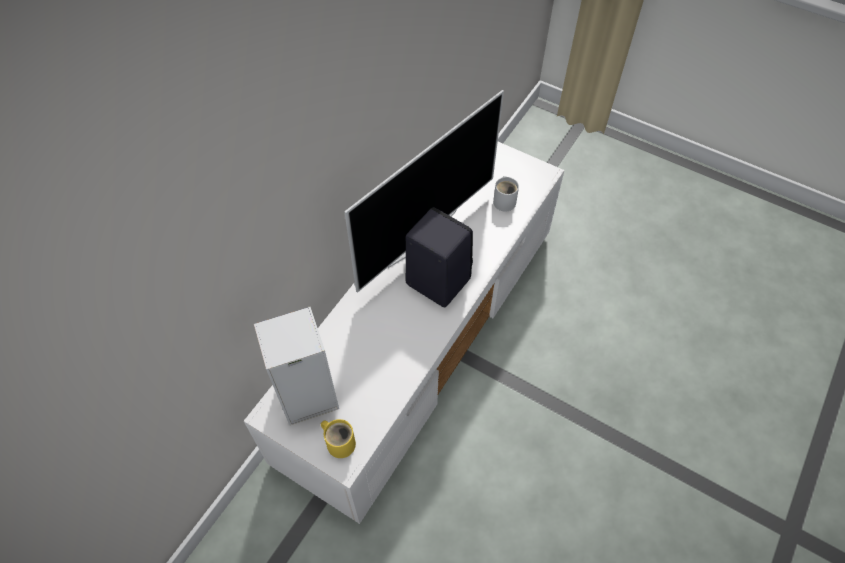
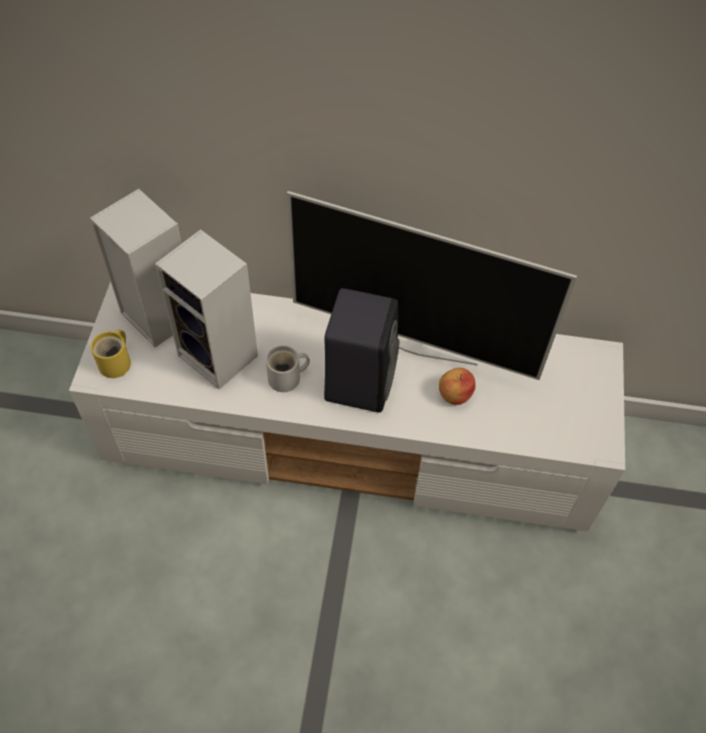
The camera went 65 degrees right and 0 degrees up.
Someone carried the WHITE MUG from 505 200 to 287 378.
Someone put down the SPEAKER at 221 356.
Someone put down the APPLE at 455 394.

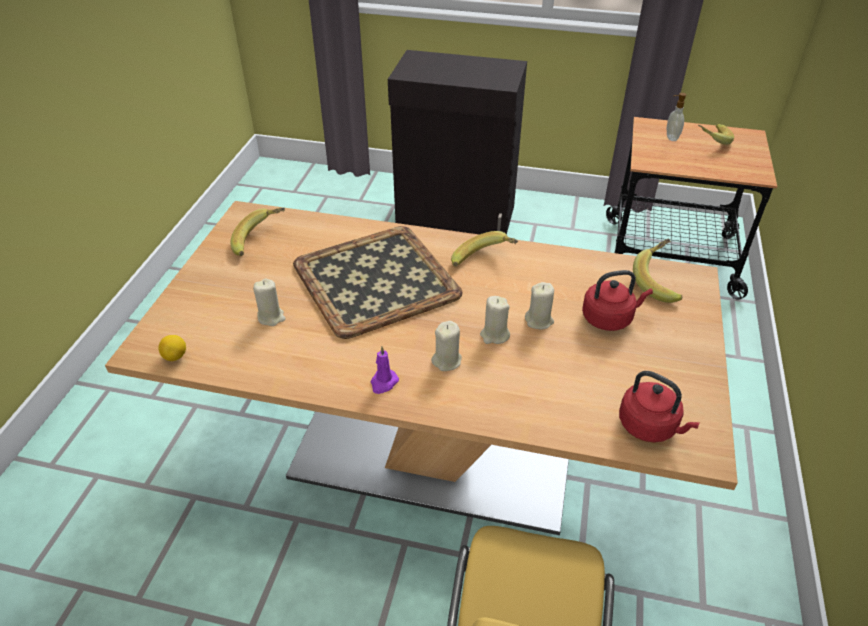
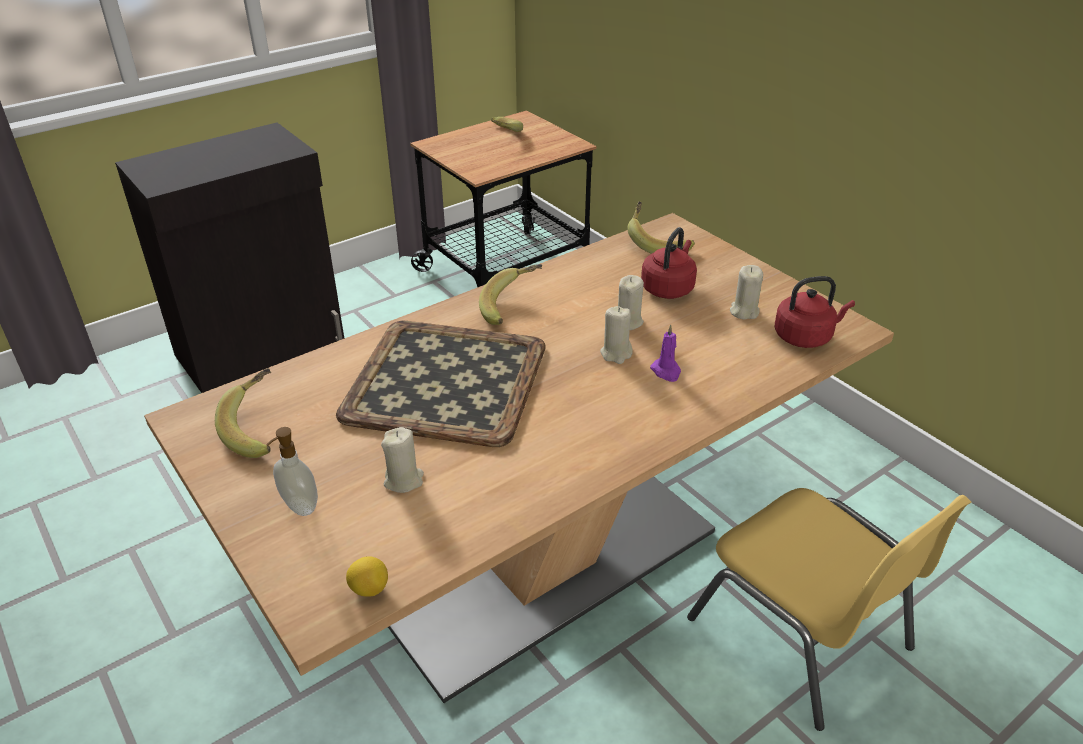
The camera went 50 degrees left and 5 degrees down.
Someone carried the SOAP DISPENSER from 671 137 to 299 507.
Someone carried the BEIGE CANDLE from 447 361 to 744 311.
Someone carried the PURPLE CANDLE from 383 383 to 666 371.

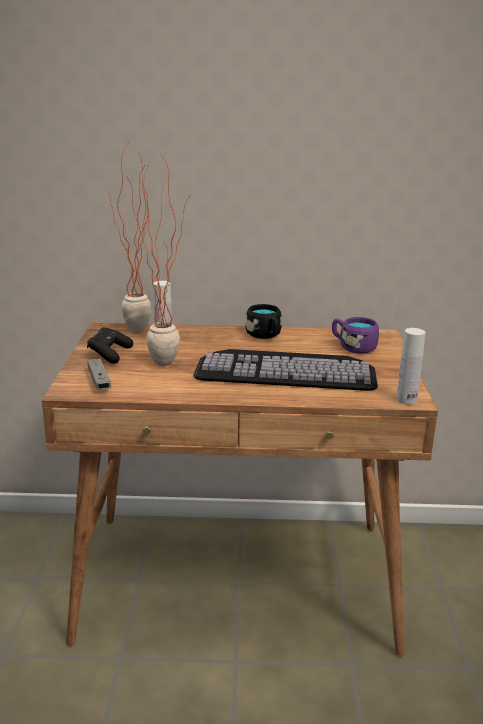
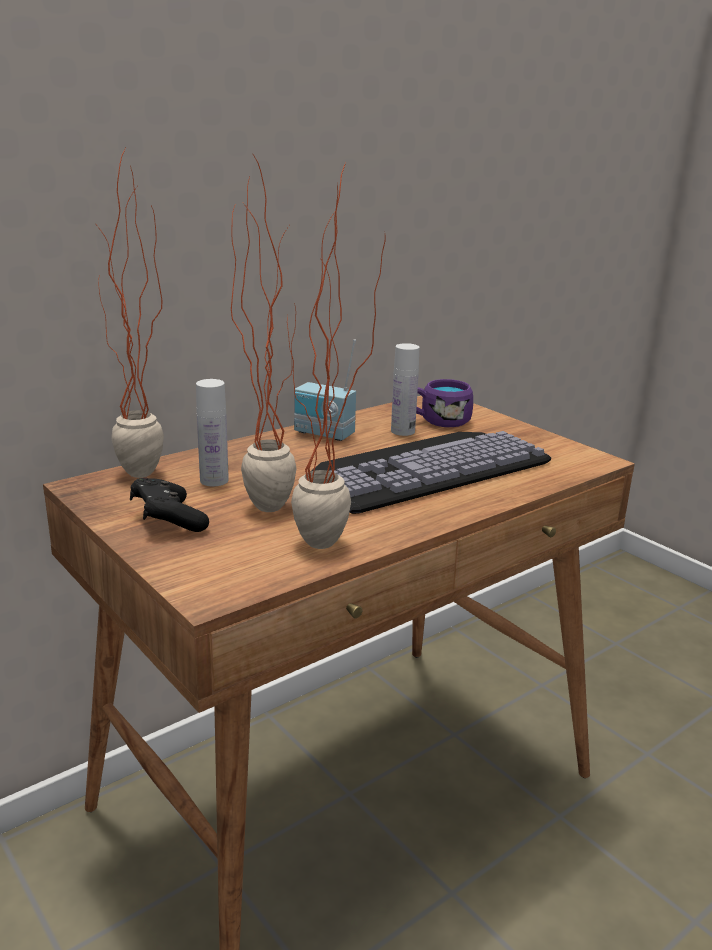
The camera went 40 degrees left and 0 degrees up.
Someone swapped the BLACK MUG at 265 335 for the RADIO at 323 434.
Someone carried the WHITE BOTTLE from 406 400 to 402 431.
Someone took away the GREY GAME CONTROLLER at 99 381.
Someone put down the POTTED PLANT at 328 552.

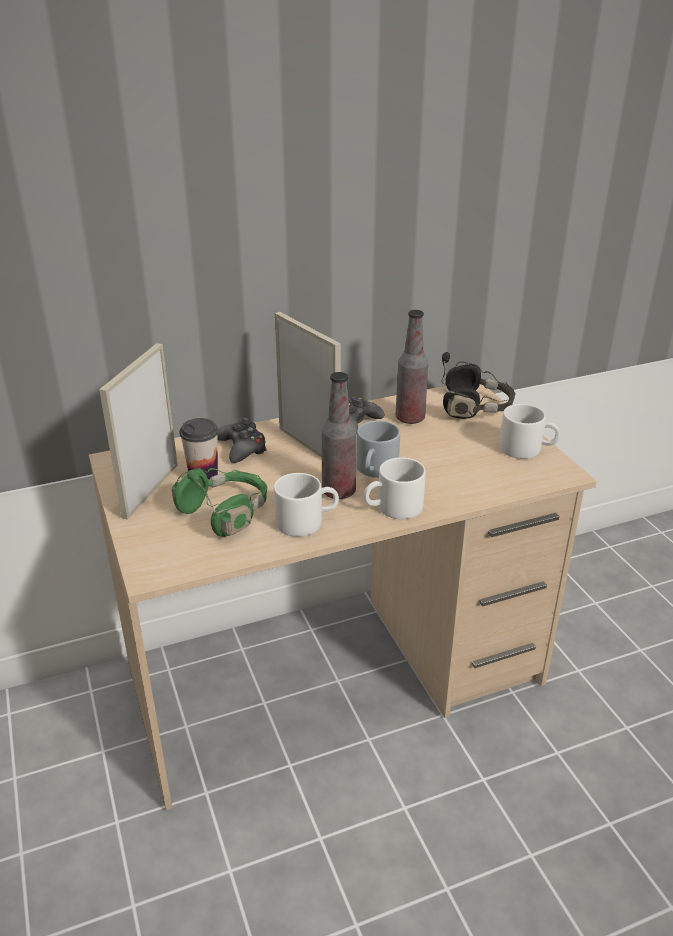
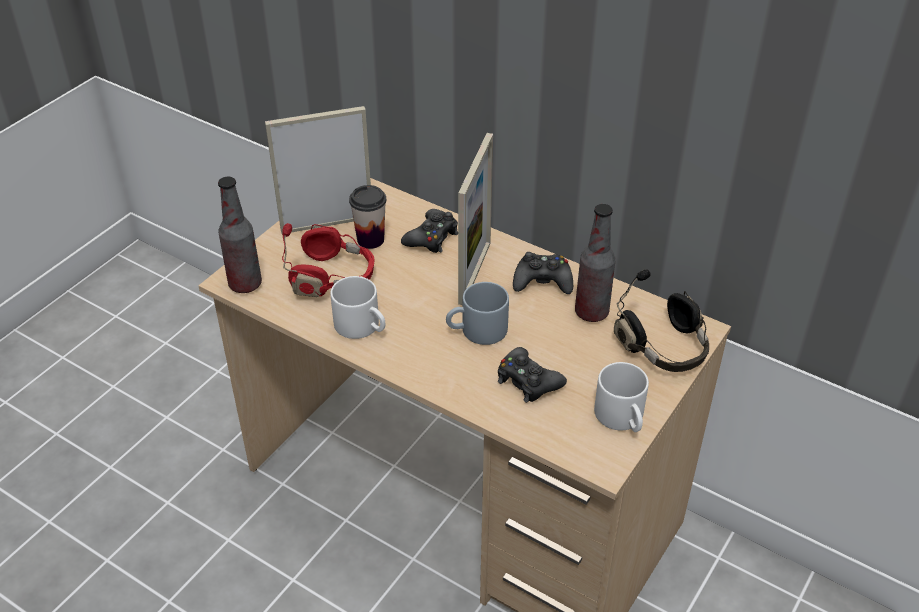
The camera went 55 degrees right and 10 degrees up.
Someone carried the BOTTLE from 338 492 to 245 284.
Someone took away the WHITE MUG at 393 508.
Someone repainted the GREEN HEADPHONES at 225 513, which became the RED HEADPHONES at 333 278.
Someone put down the BLACK GAME CONTROLLER at 528 381.

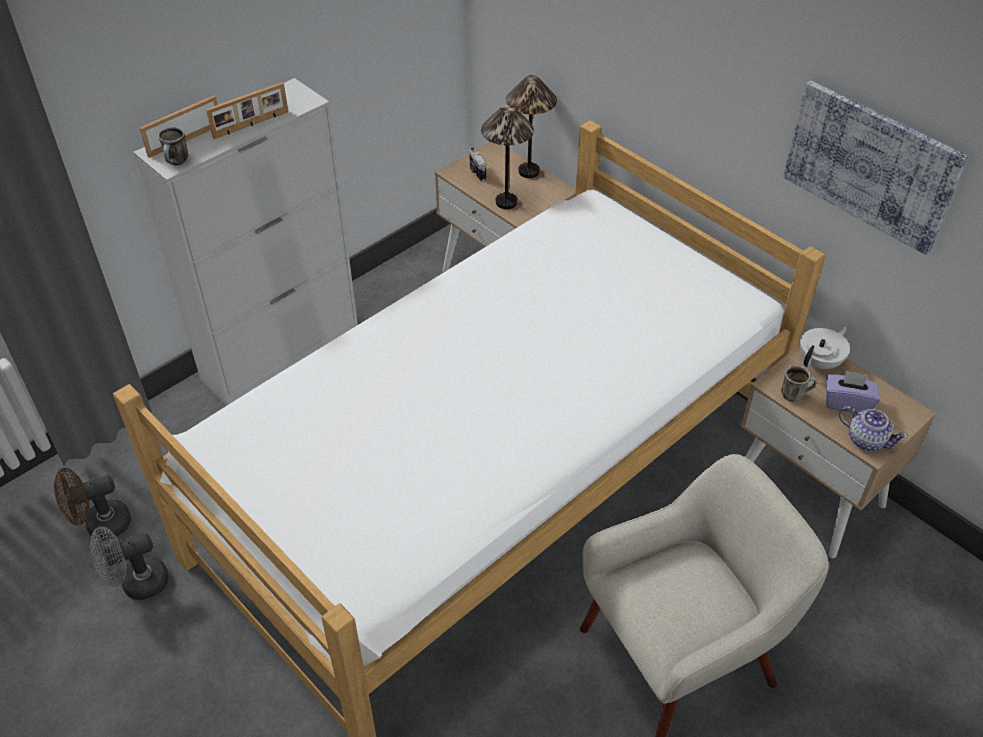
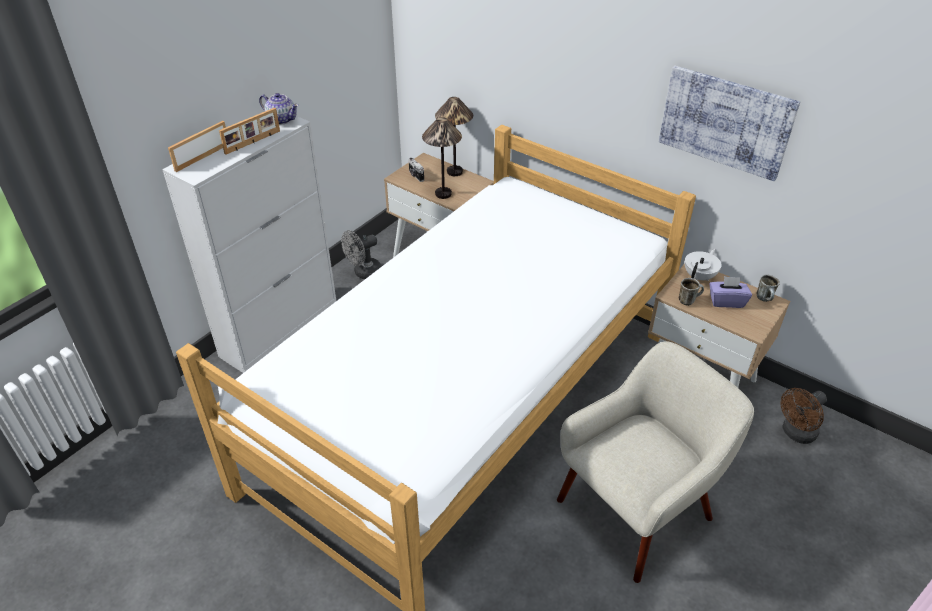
The camera went 10 degrees left and 5 degrees down.
Someone carried the MUG from 177 163 to 765 299.
Someone carried the TEAPOT from 866 439 to 281 119.
Someone carried the BROWN FAN from 101 525 to 796 433.
Someone carried the GREY FAN from 137 584 to 363 273.

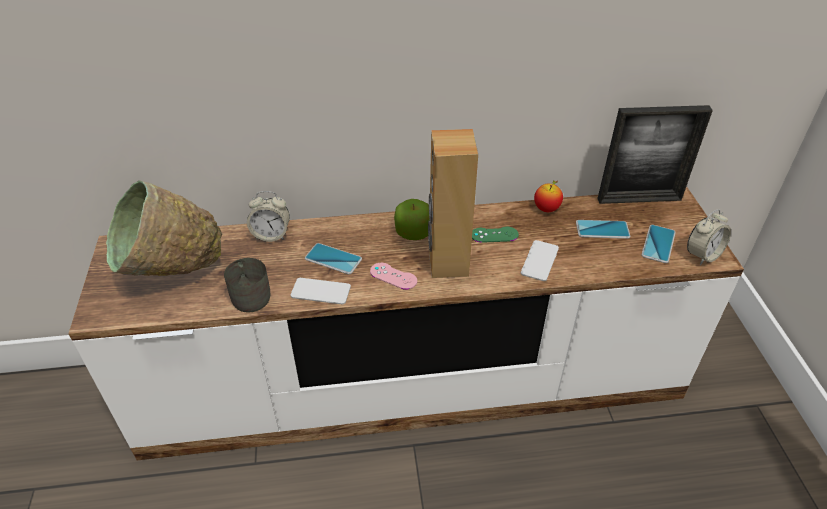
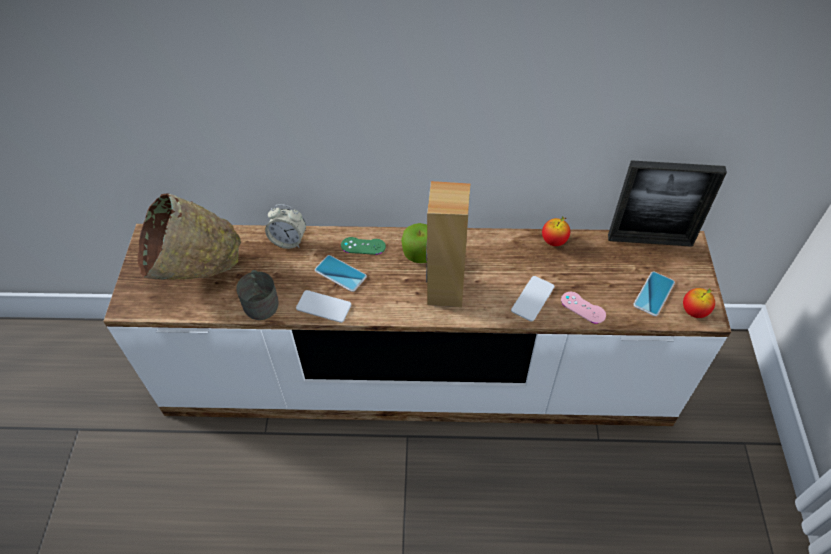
The camera went 10 degrees right and 10 degrees up.
Someone repainted the GREEN BOWL at 170 274, which became the BROWN BOWL at 194 272.
Someone swapped the ALARM CLOCK at 702 255 for the APPLE at 694 311.
Someone took away the PHONE at 602 230.
Someone carried the GREEN GAME CONTROLLER from 494 235 to 363 246.
Someone carried the PINK GAME CONTROLLER from 393 276 to 583 307.

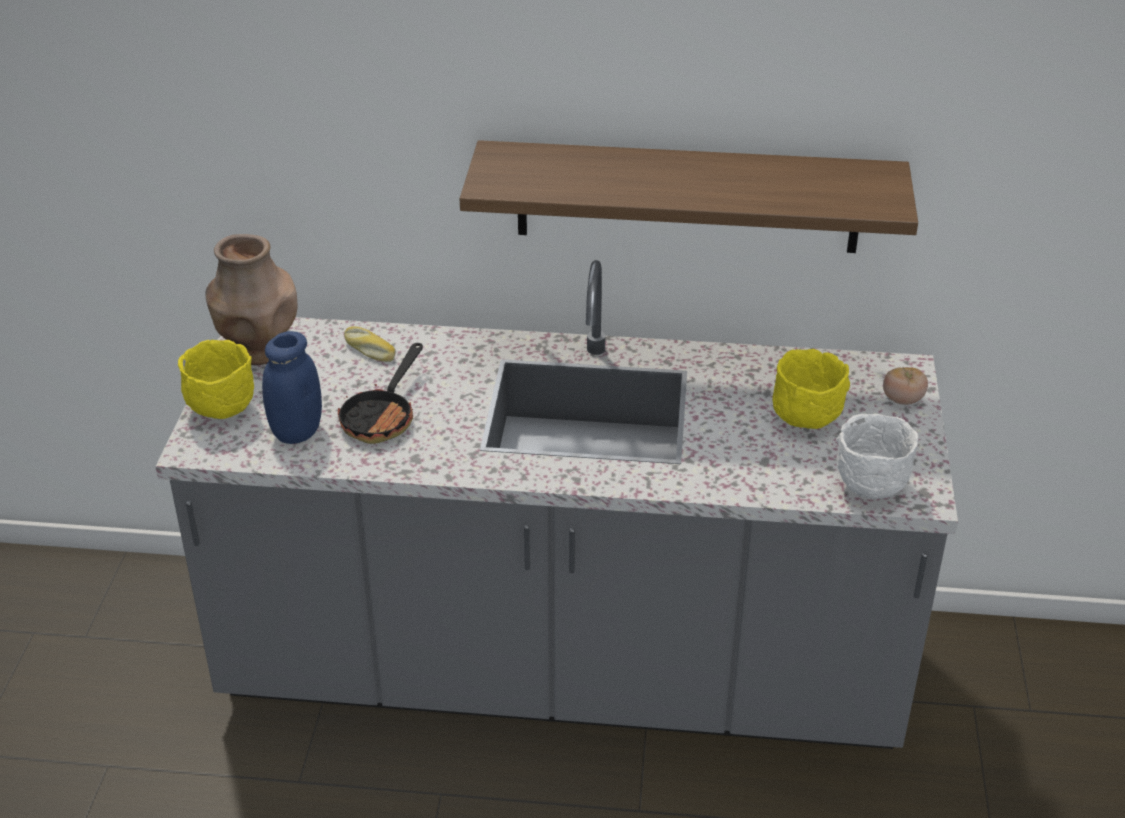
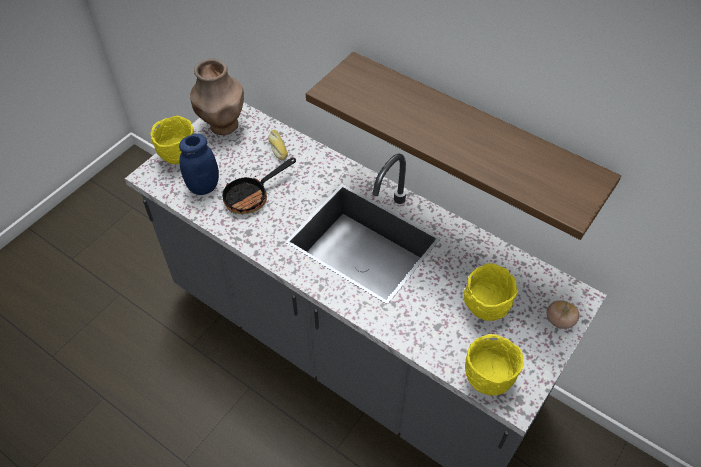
The camera went 30 degrees right and 15 degrees up.
Someone repainted the WHITE BOWL at 869 488, which became the YELLOW BOWL at 487 378.

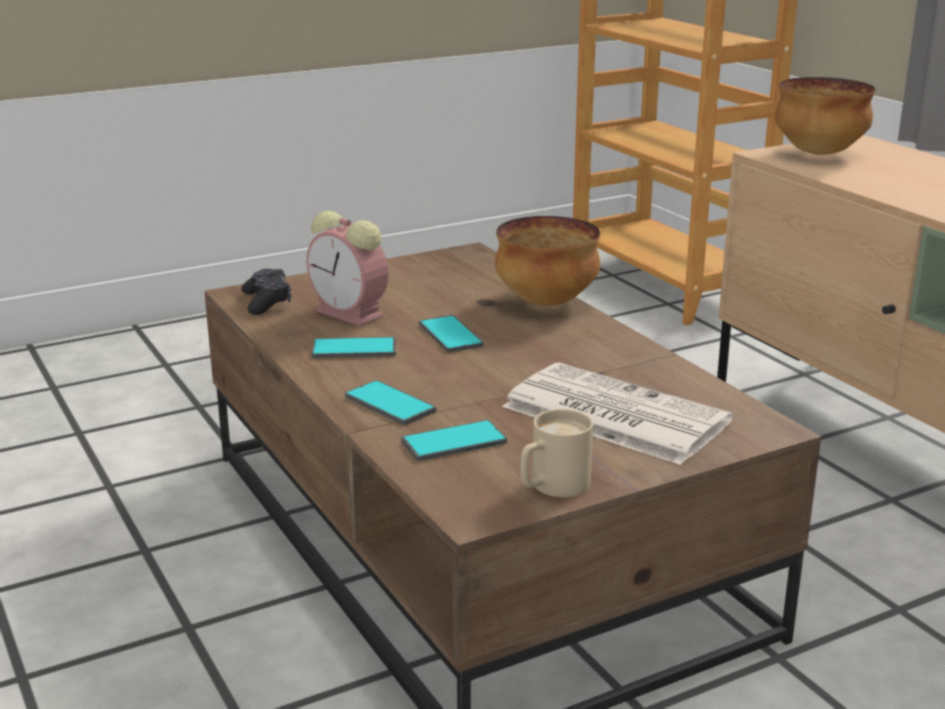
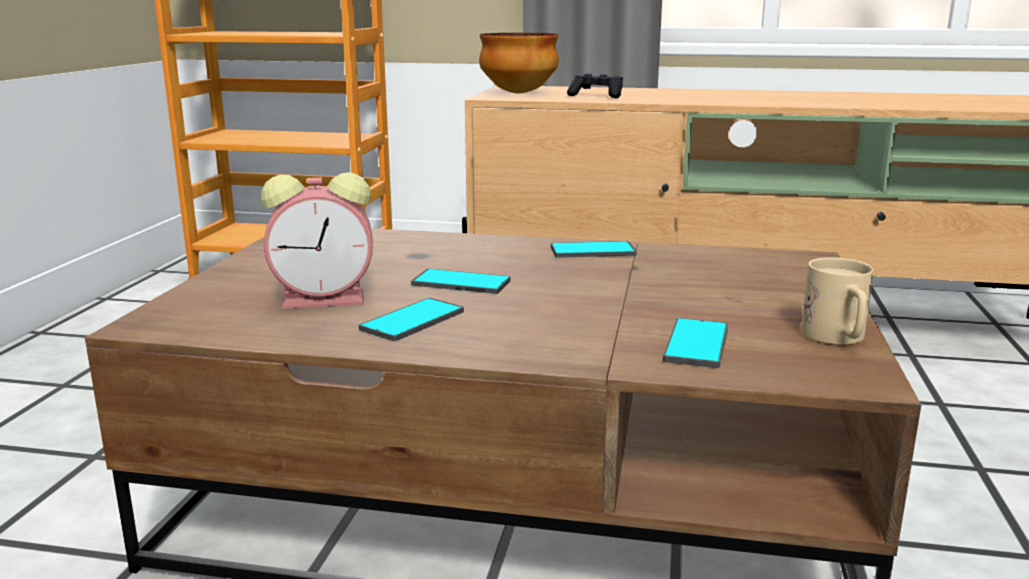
The camera went 50 degrees left and 5 degrees down.
Someone took away the BOWL at 547 302.
Someone carried the BLACK GAME CONTROLLER from 267 302 to 596 96.
Someone took away the NEWSPAPER at 611 414.
Someone carried the PHONE from 390 404 to 592 251.

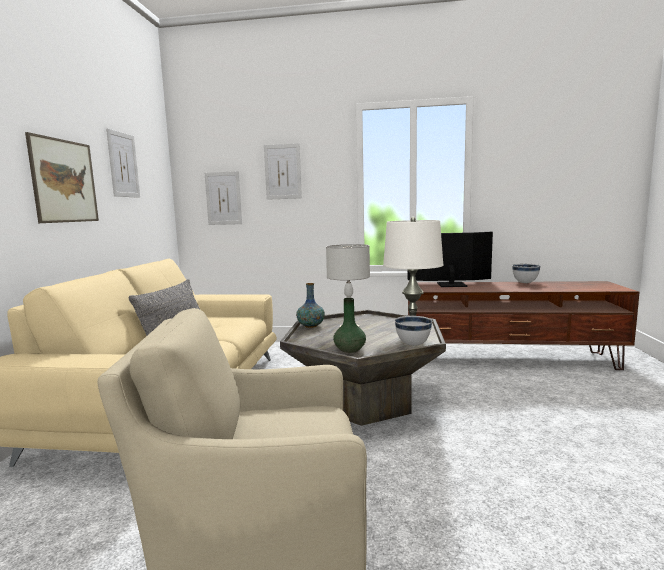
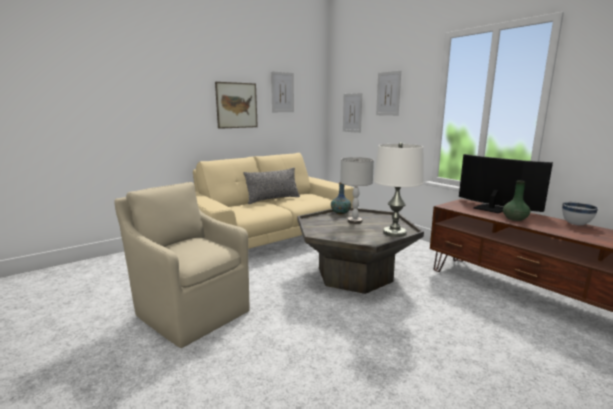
The camera went 45 degrees right and 5 degrees up.
Someone carried the GREEN VASE from 349 350 to 514 219.
Someone took away the WHITE BOWL at 412 345.

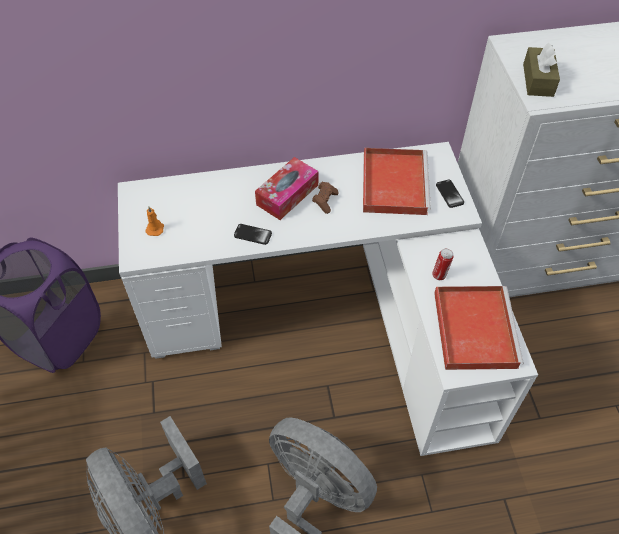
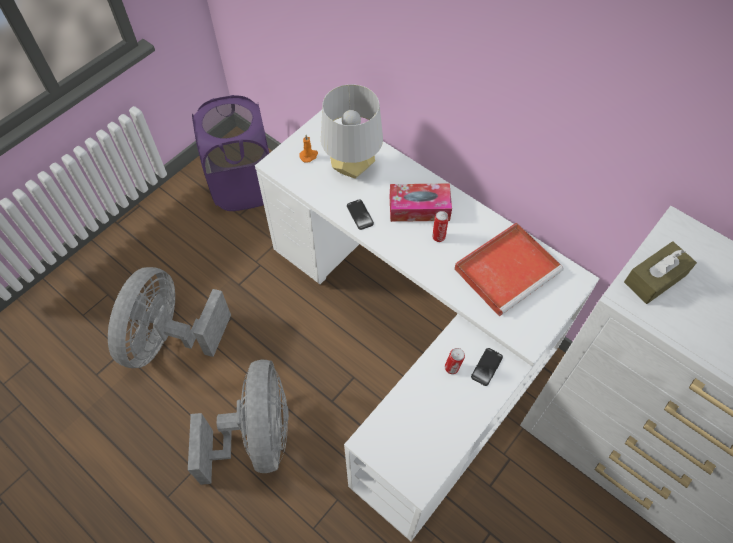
The camera went 50 degrees right and 5 degrees up.
Someone carried the PHONE from 449 194 to 486 367.
Someone swapped the BROWN GAME CONTROLLER at 325 201 for the CAN at 438 236.
Someone took away the RED TRAY at 473 327.
Someone put down the GREY TABLE LAMP at 352 168.

